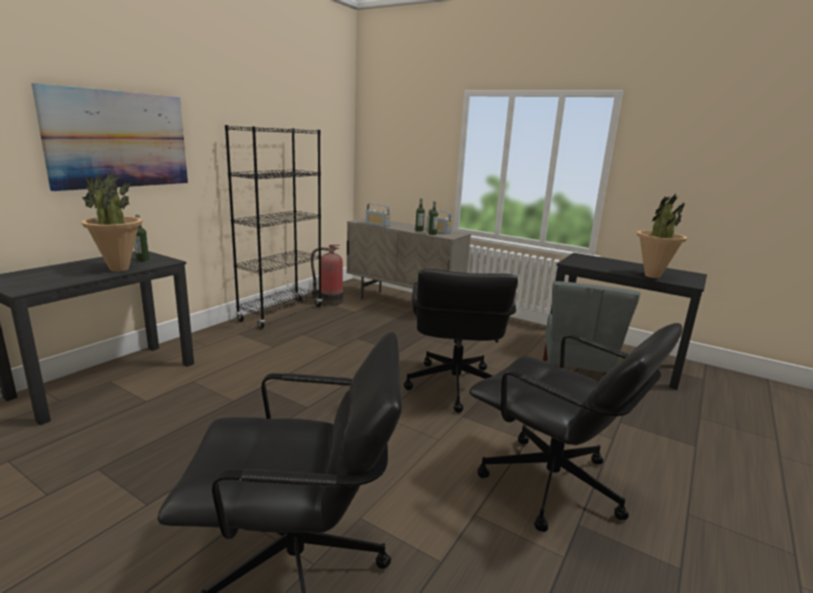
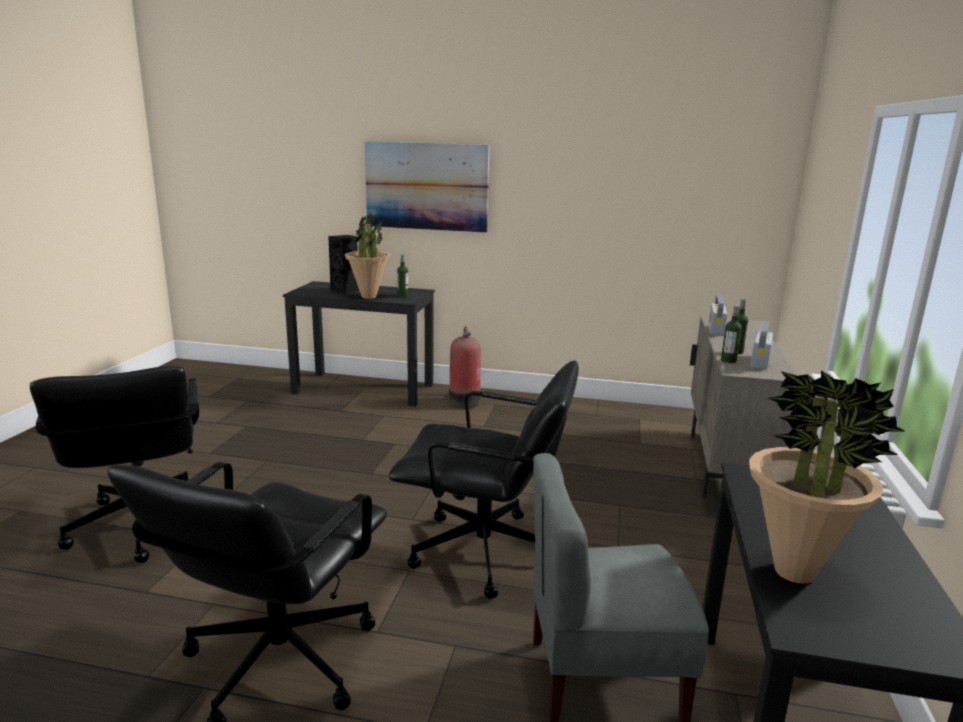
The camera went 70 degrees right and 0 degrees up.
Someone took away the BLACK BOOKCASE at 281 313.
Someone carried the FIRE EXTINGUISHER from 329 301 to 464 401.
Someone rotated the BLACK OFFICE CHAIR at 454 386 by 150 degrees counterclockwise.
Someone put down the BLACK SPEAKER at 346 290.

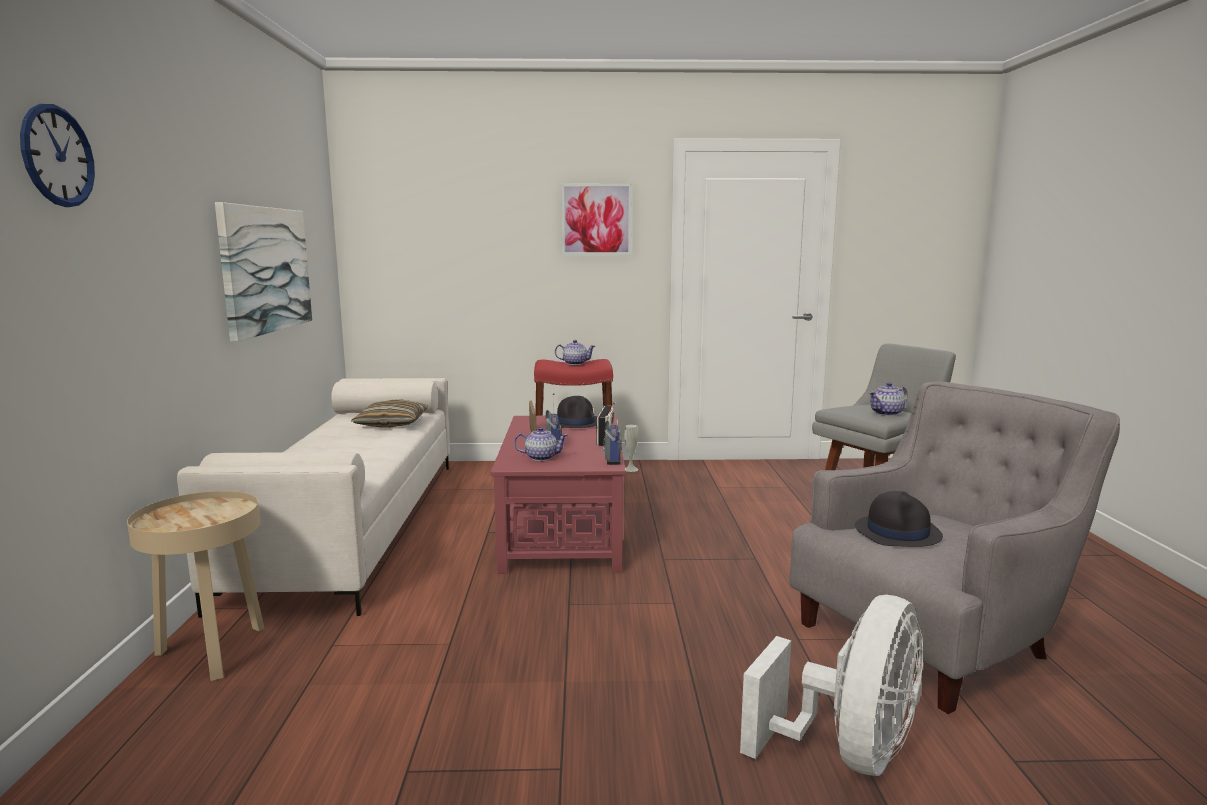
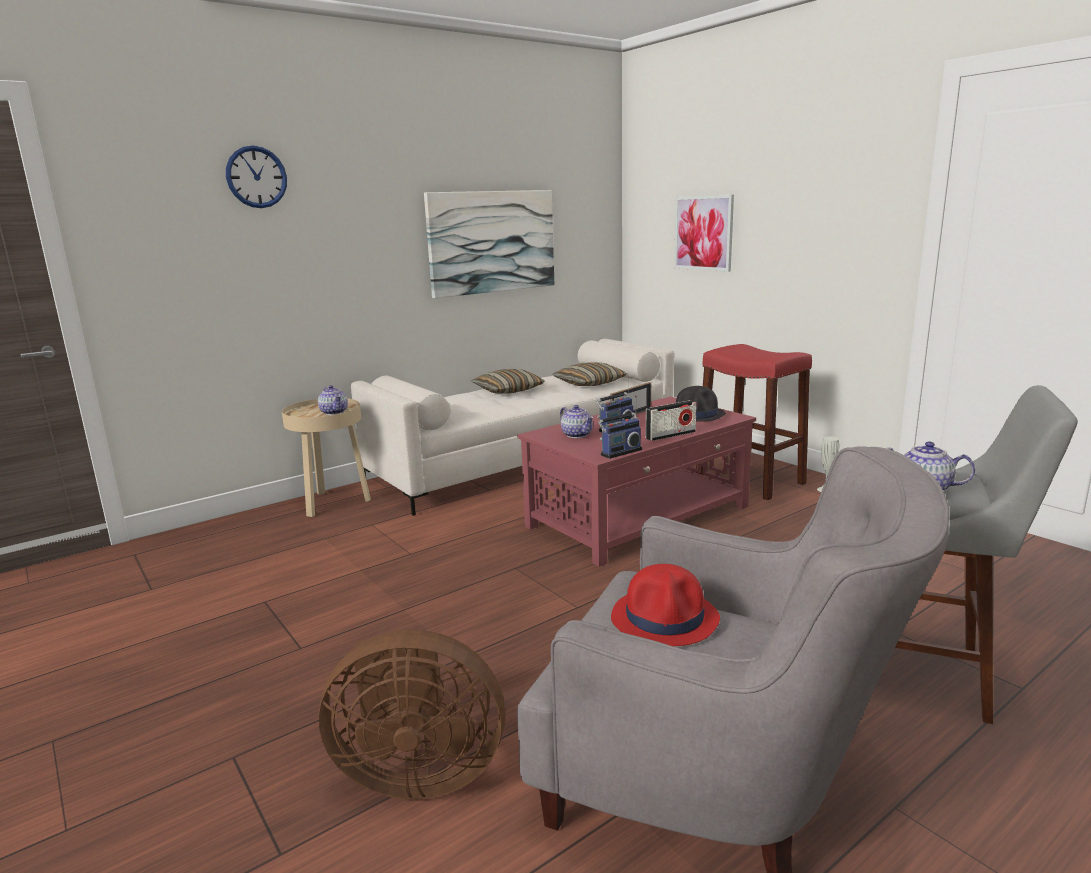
The camera went 55 degrees right and 5 degrees up.
Someone carried the PICTURE from 596 220 to 703 233.
Someone carried the TEAPOT from 574 363 to 334 412.
Someone repainted the BLACK HAT at 898 532, which became the RED HAT at 665 618.
Someone repainted the WHITE FAN at 848 753, which became the BROWN FAN at 417 773.
Someone put down the PILLOW at 508 390.

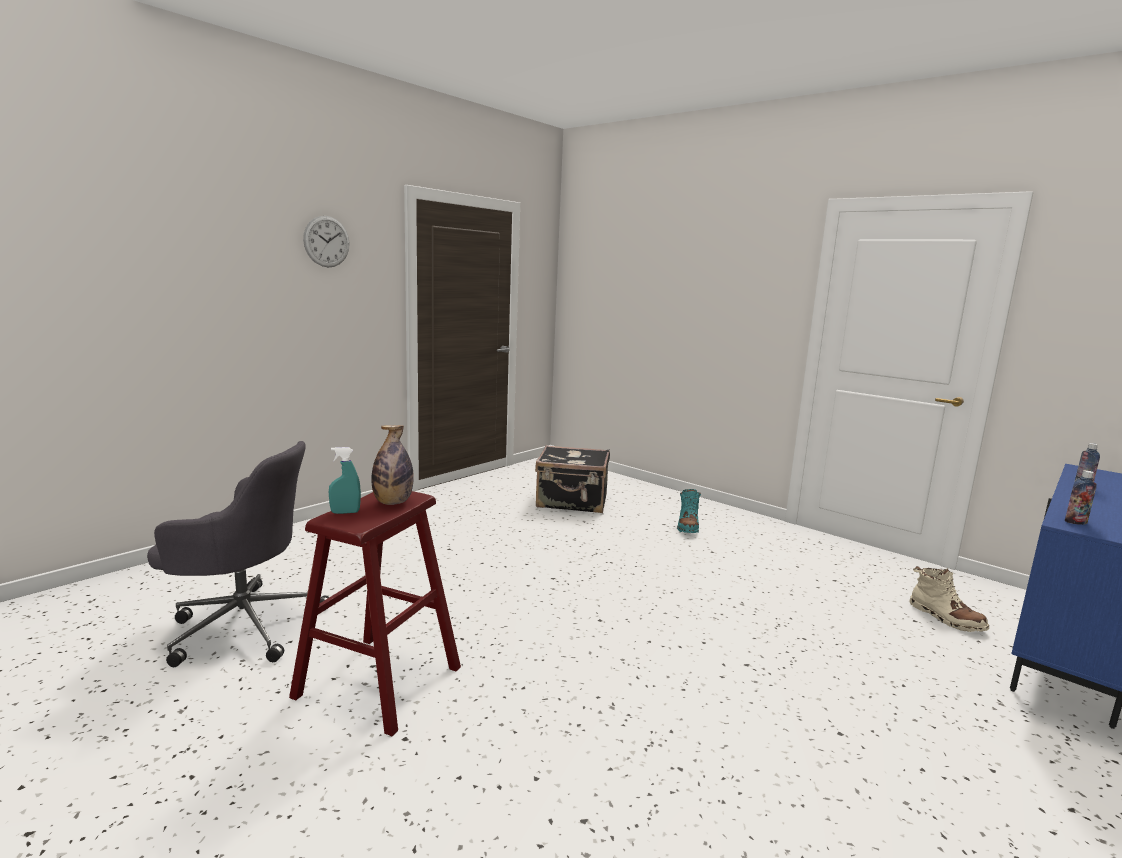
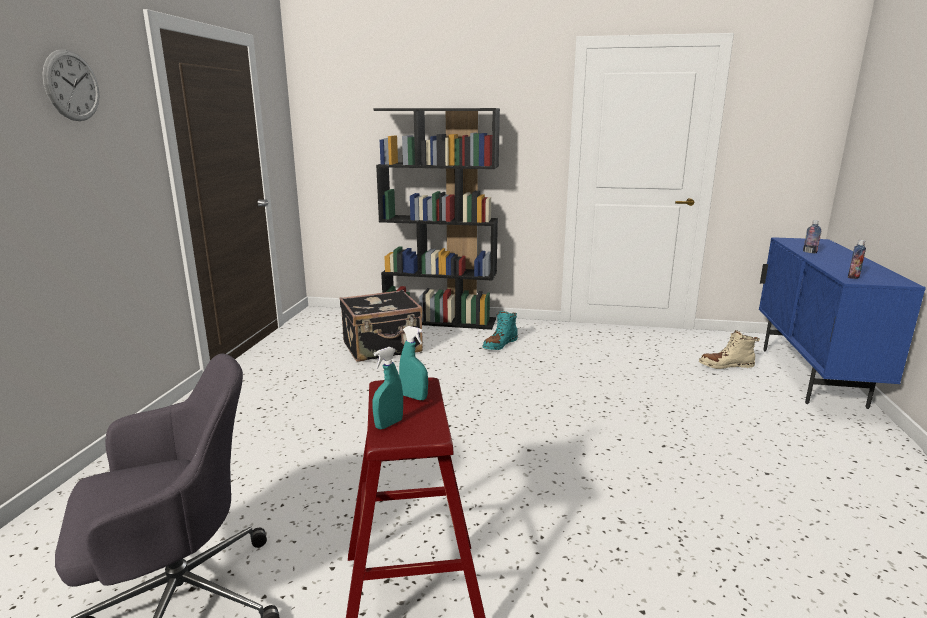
The camera went 30 degrees left and 5 degrees up.
Someone swapped the BOTTLE at 392 502 for the TURQUOISE SPRAY BOTTLE at 414 397.
Someone rotated the TURQUOISE BOOT at 687 526 by 60 degrees clockwise.
Someone rotated the BEIGE BOOT at 945 618 by 150 degrees clockwise.
Someone put down the BLACK BOOKCASE at 440 320.

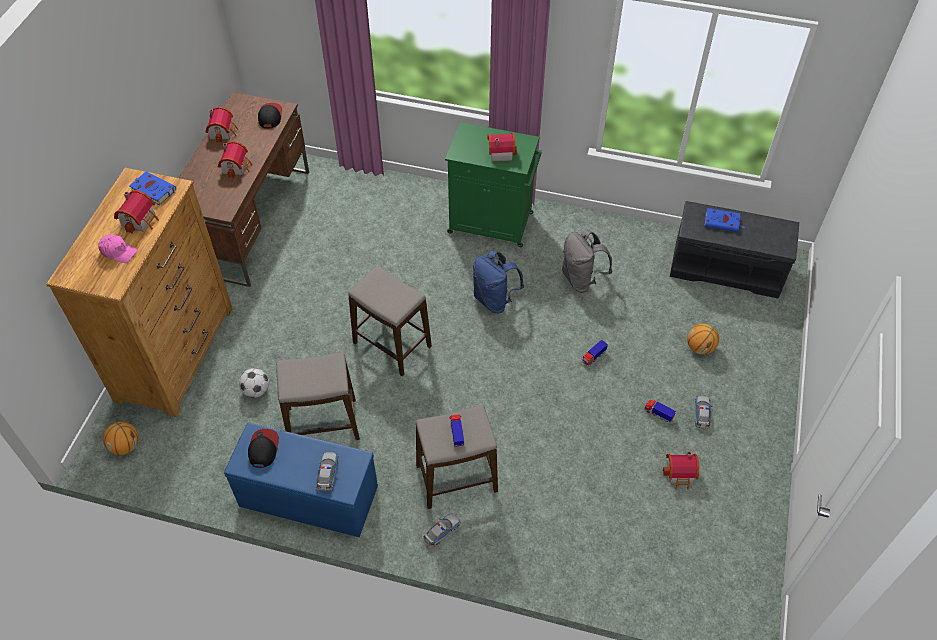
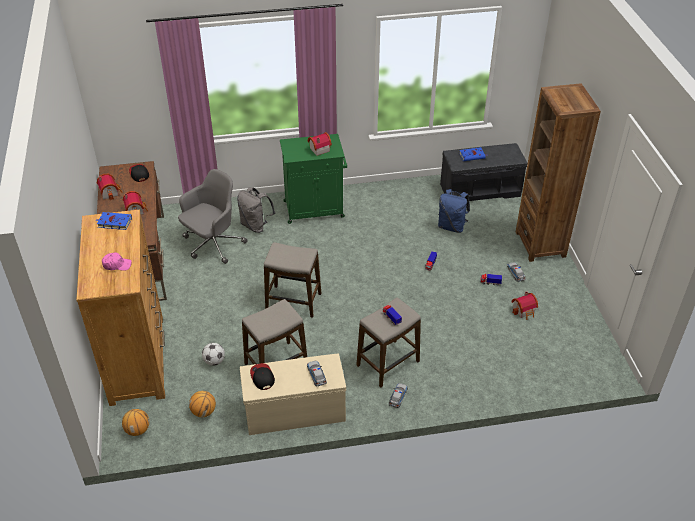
The camera went 25 degrees left and 10 degrees down.
Someone took away the TOY HOUSE at 141 220.
Someone carried the GREY BACKPACK from 581 279 to 256 225.
Someone carried the BLUE BACKPACK from 494 300 to 451 226.
Someone carried the BASKETBALL from 700 348 to 204 412.
Someone repainted the BLUE BENCH at 307 497, which became the BEIGE BENCH at 294 411.
Someone put down the BROWN BOOKCASE at 540 244.
Someone put down the GREY OFFICE CHAIR at 213 244.

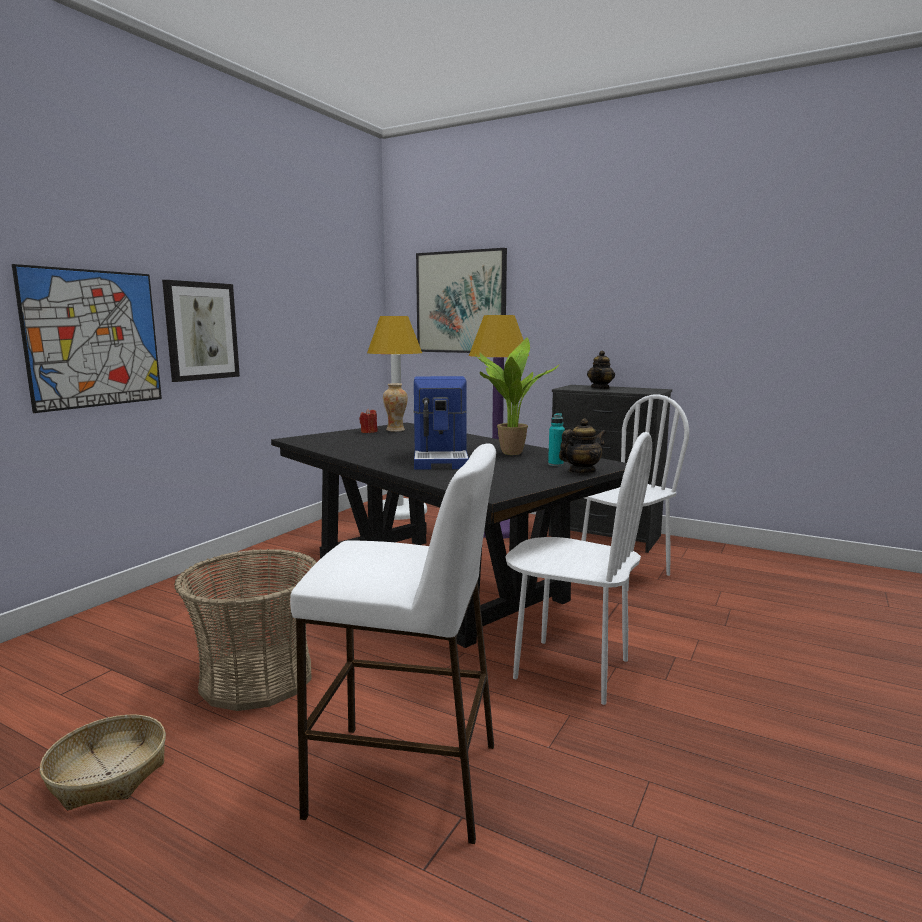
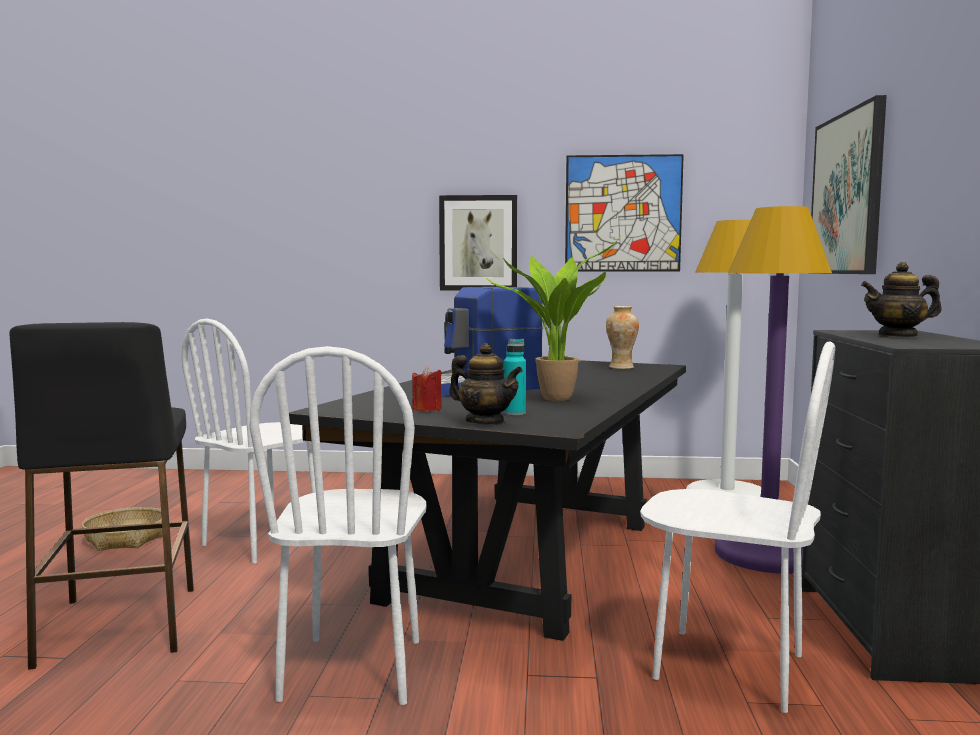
The camera went 65 degrees right and 5 degrees down.
Someone carried the PICTURE from 94 339 to 623 213.
Someone carried the RED CANDLE from 369 432 to 427 409.
Someone repainted the WHITE STOOL at 406 779, which became the BLACK STOOL at 119 625.
Someone swapped the BASKET at 256 678 for the WHITE CHAIR at 263 541.

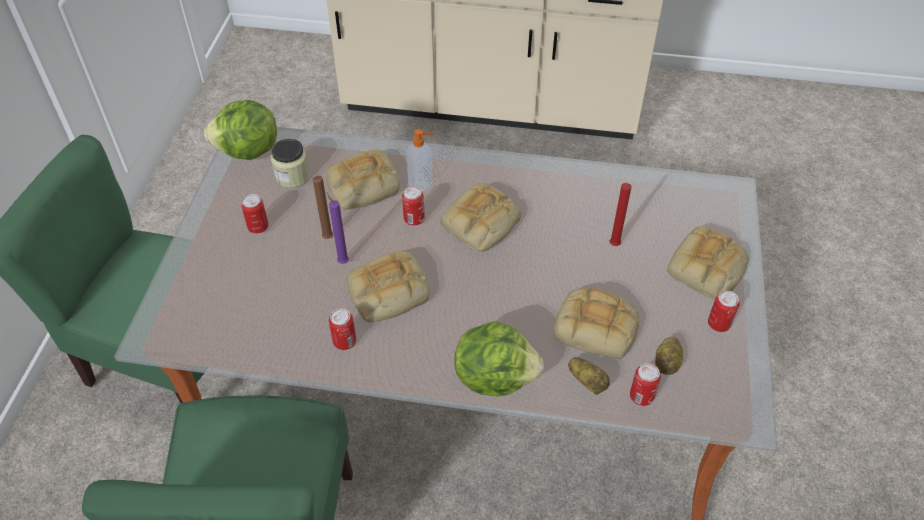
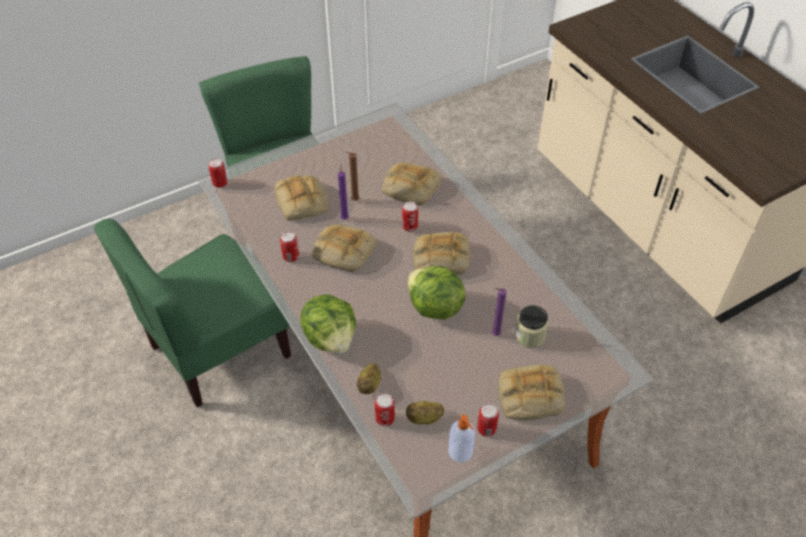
The camera went 50 degrees right and 0 degrees up.
Someone carried the LETTUCE from 248 152 to 434 307.
Someone carried the SOAP DISPENSER from 421 183 to 461 452.
Someone carried the JAR from 292 176 to 529 335.
Someone repainted the RED CANDLE at 613 246, which became the PURPLE CANDLE at 494 334.
Someone carried the CAN from 258 227 to 220 183.
Someone carried the BREAD from 597 327 to 303 202.

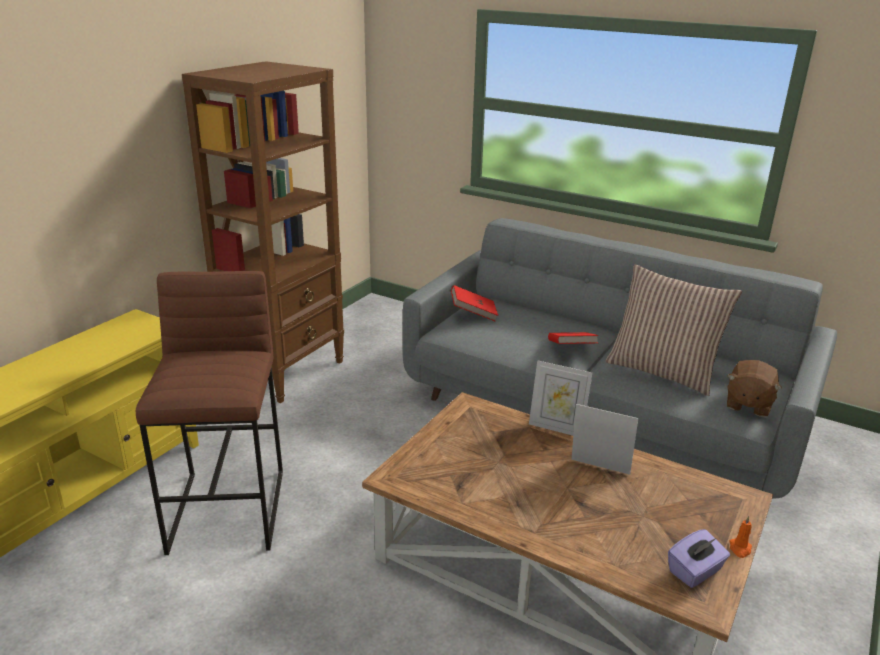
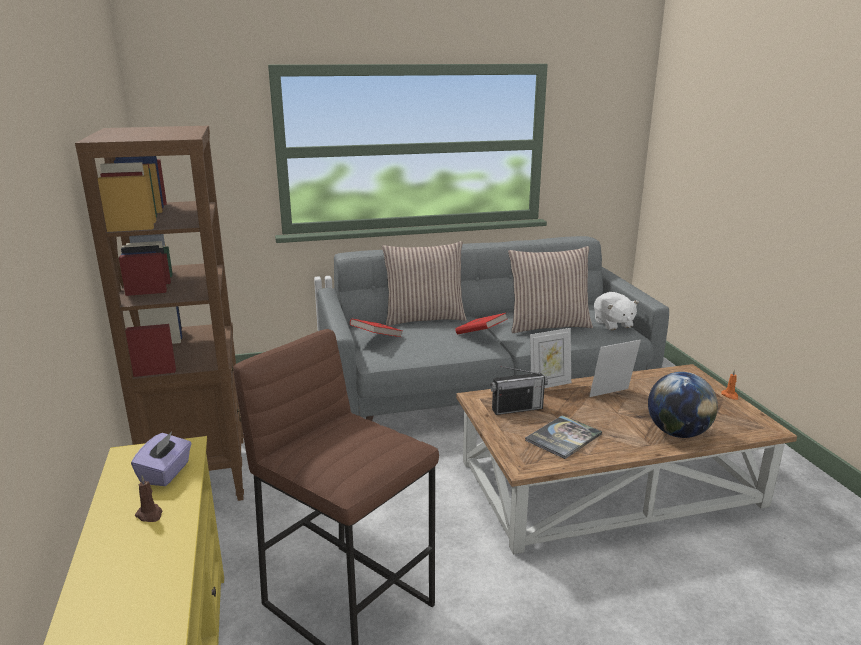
The camera went 45 degrees left and 5 degrees down.
Someone repainted the BROWN PLUSH TOY at 747 404, which became the WHITE PLUSH TOY at 613 324.
Someone carried the PURPLE TISSUE BOX from 695 572 to 166 473.
Someone put down the PILLOW at 424 318.
Someone put down the RADIO at 517 409.
Someone put down the GLOBE at 677 433.
Someone put down the BOOK at 563 437.
Someone put down the BROWN CANDLE at 150 515.

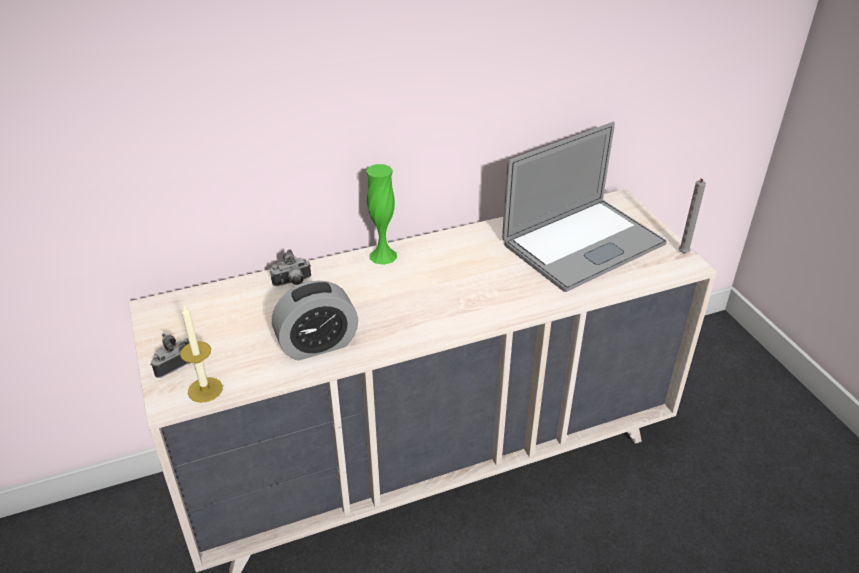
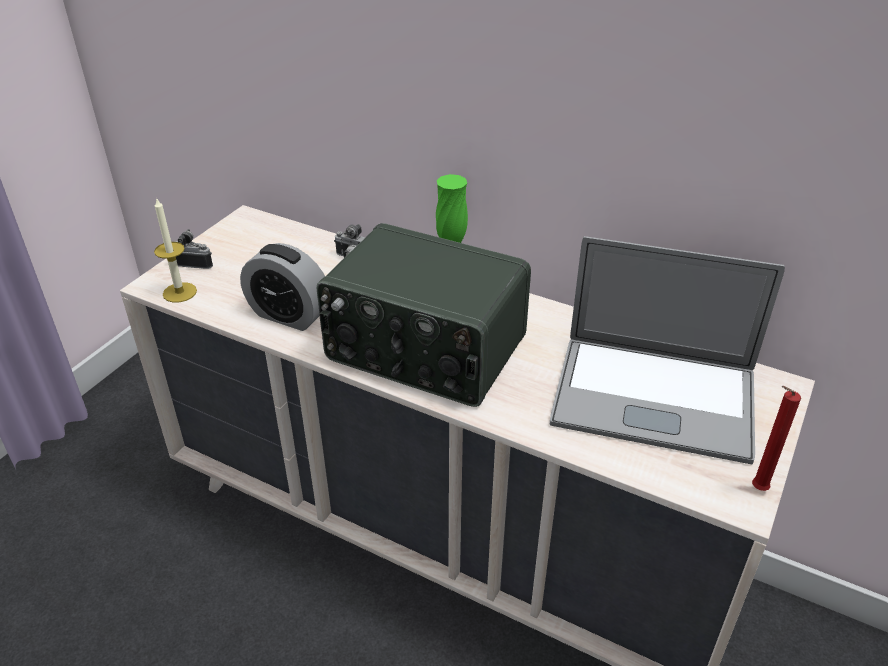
The camera went 50 degrees right and 0 degrees up.
Someone repainted the GREY CANDLE at 682 254, which became the RED CANDLE at 756 489.
Someone put down the RADIO at 424 350.

